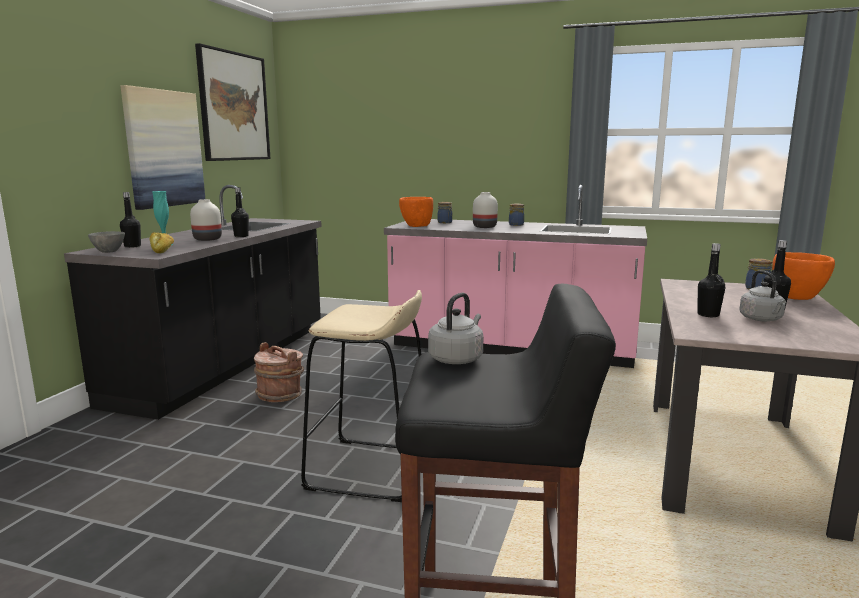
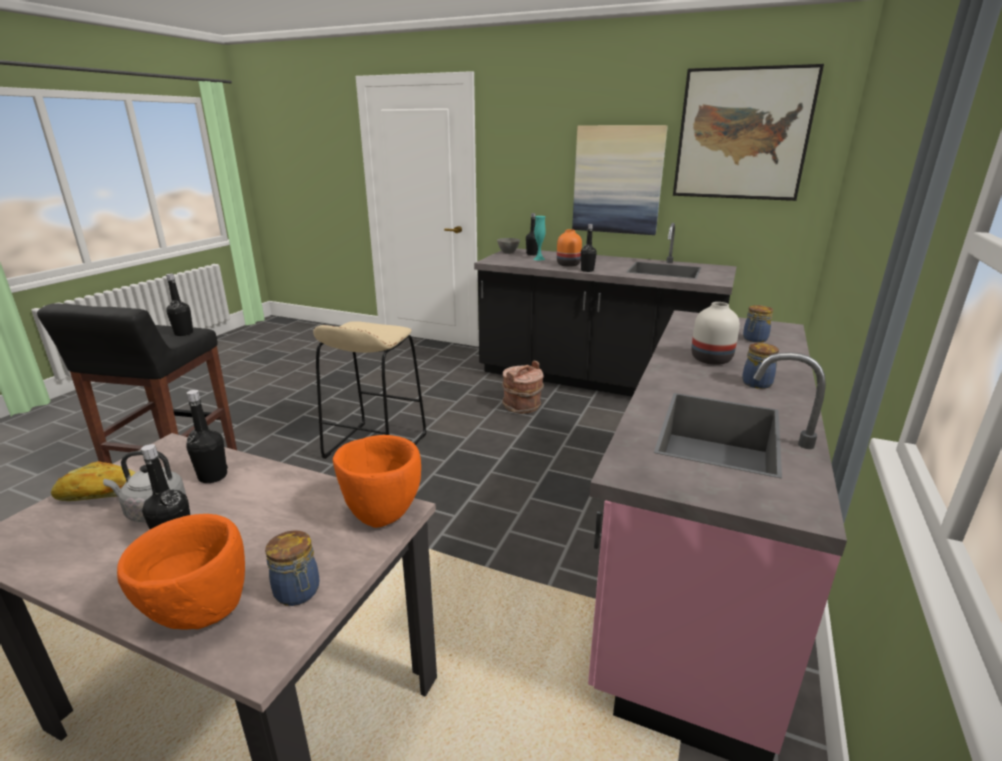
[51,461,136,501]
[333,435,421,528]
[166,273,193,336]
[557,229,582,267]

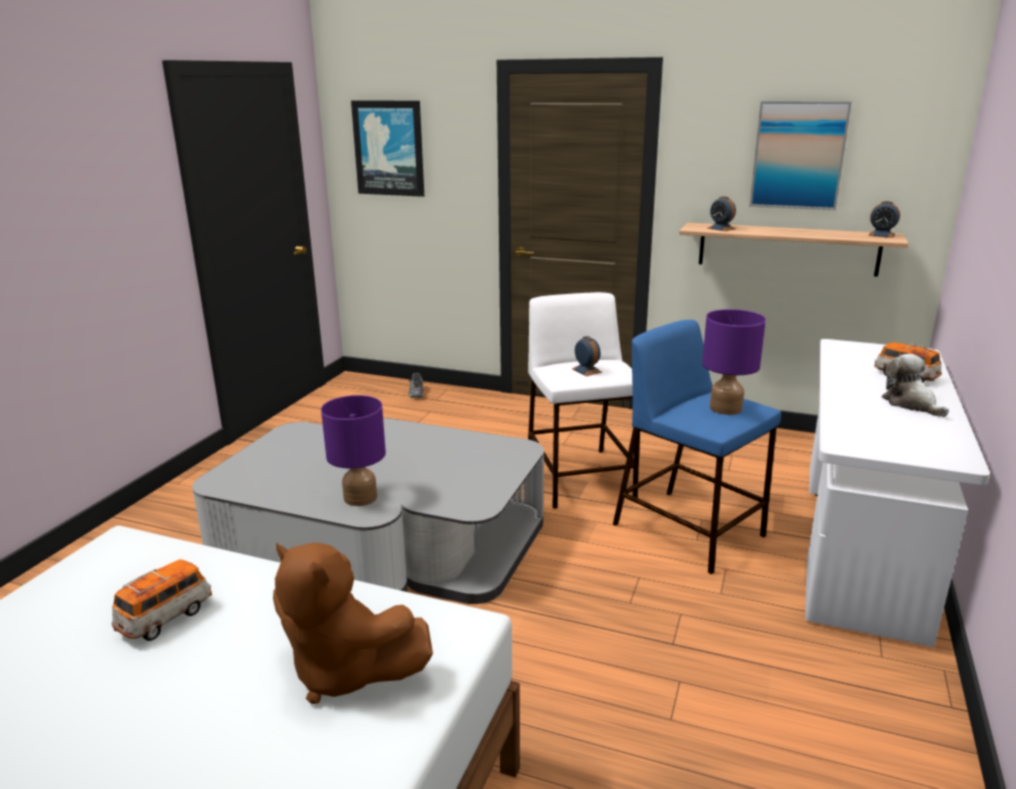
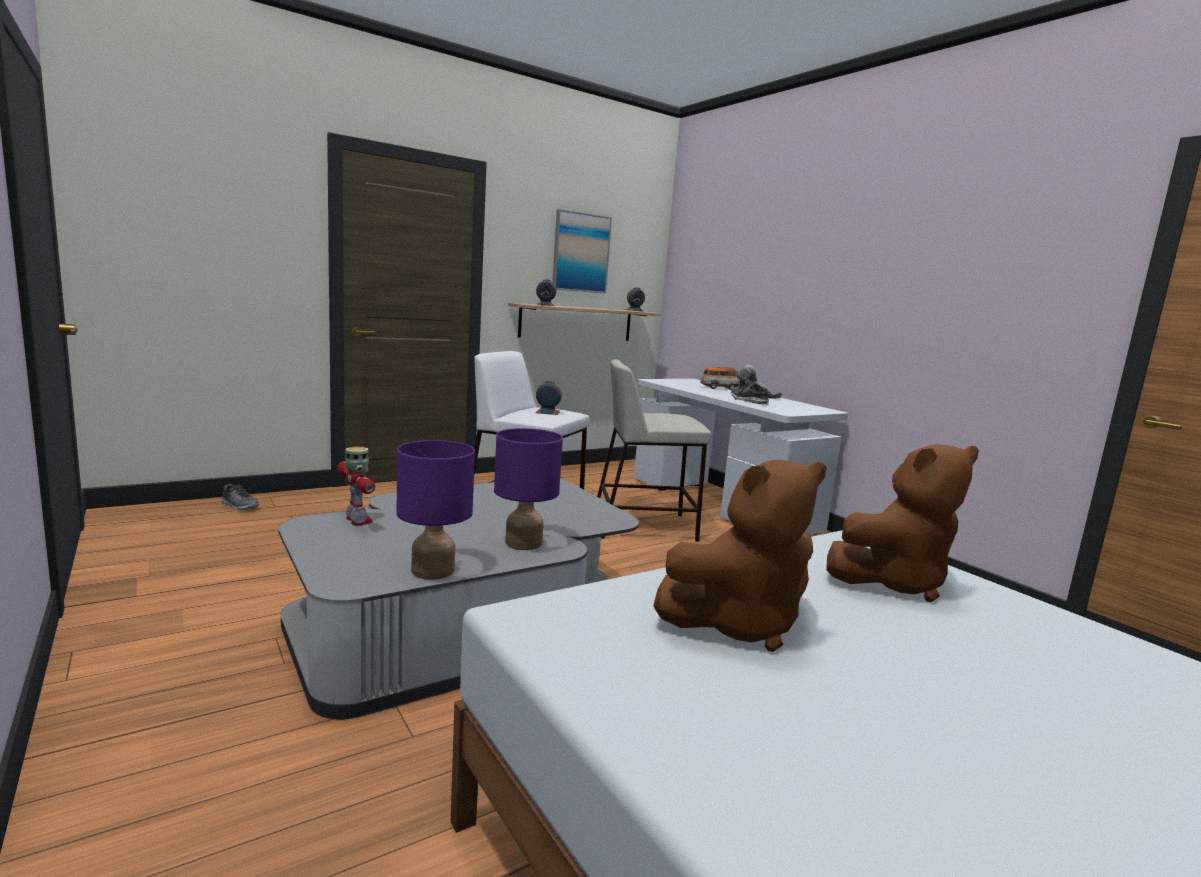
[351,101,424,197] (first image)
[337,447,375,525]
[731,383,769,405]
[396,440,475,580]
[653,460,826,652]
[597,359,711,541]

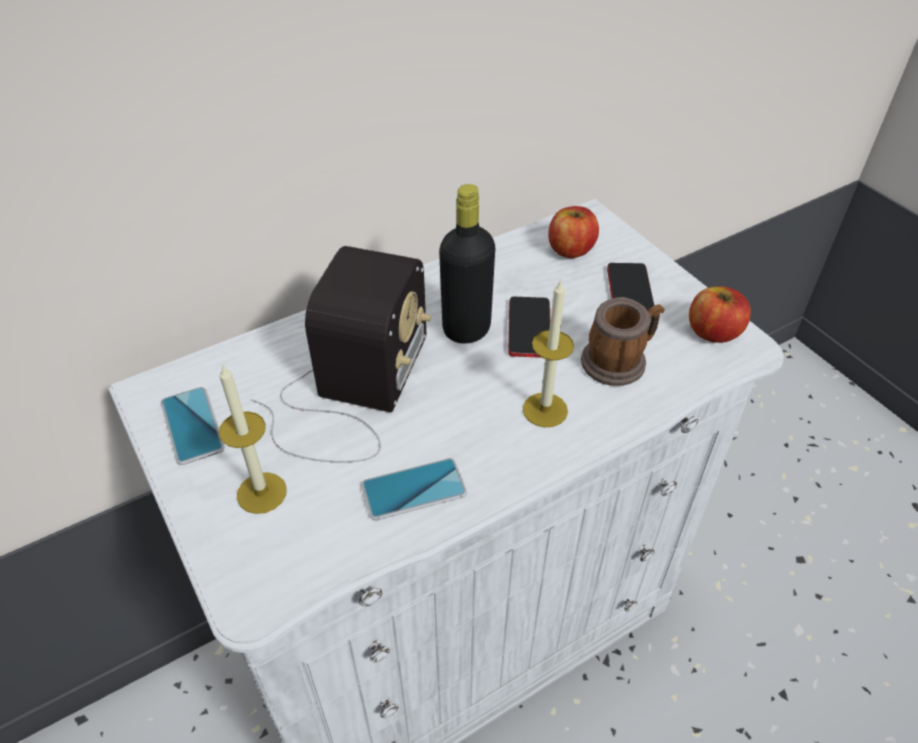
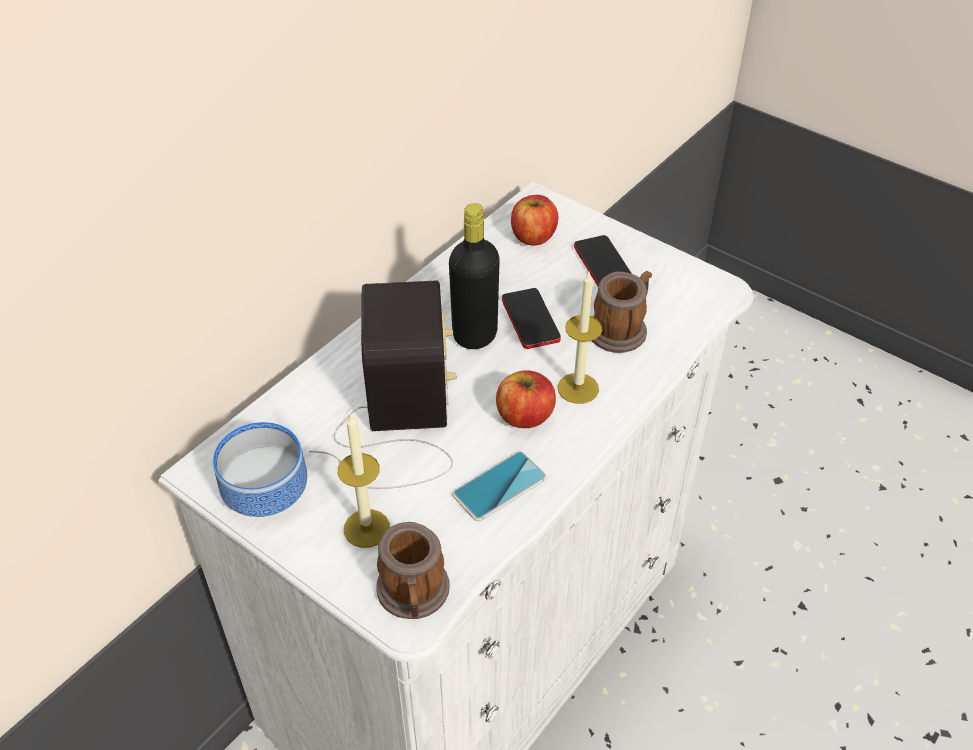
[376,522,450,619]
[496,370,556,428]
[213,422,307,517]

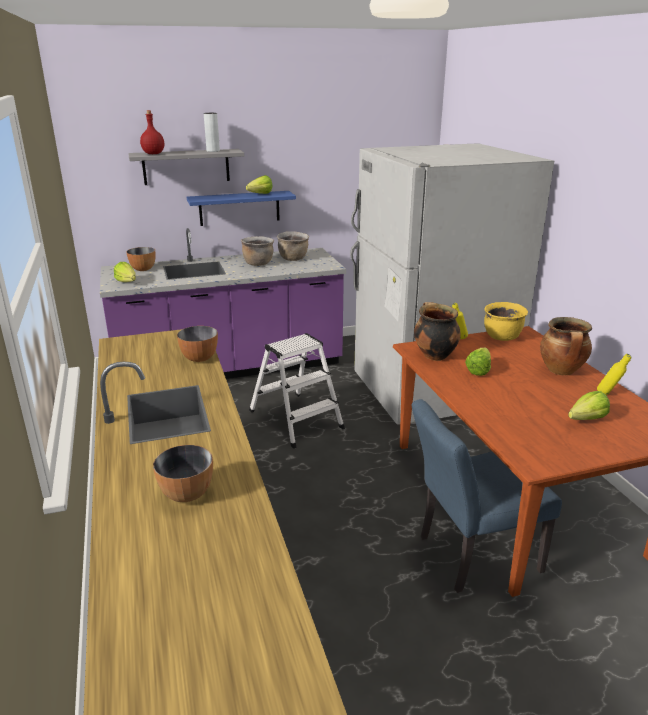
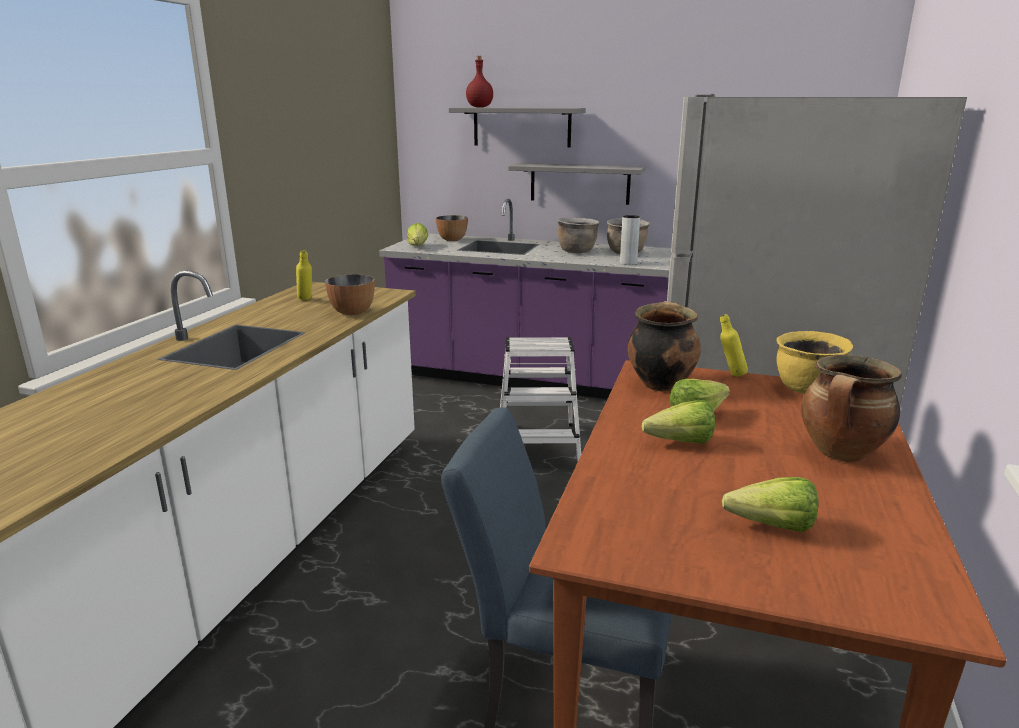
[153,445,213,502] (first image)
[620,215,640,265]
[642,400,715,444]
[296,250,312,300]
[508,163,646,205]

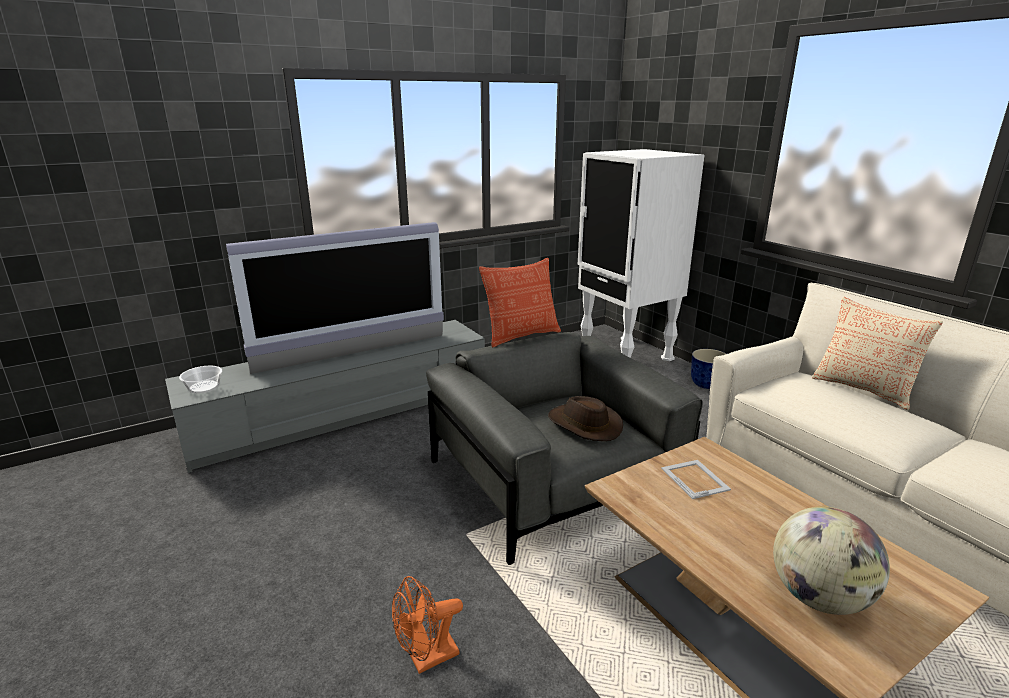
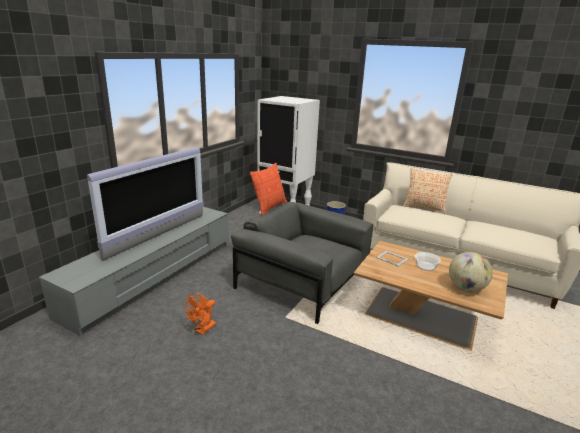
[548,396,623,441] (first image)
[415,252,441,271]
[185,292,216,335]

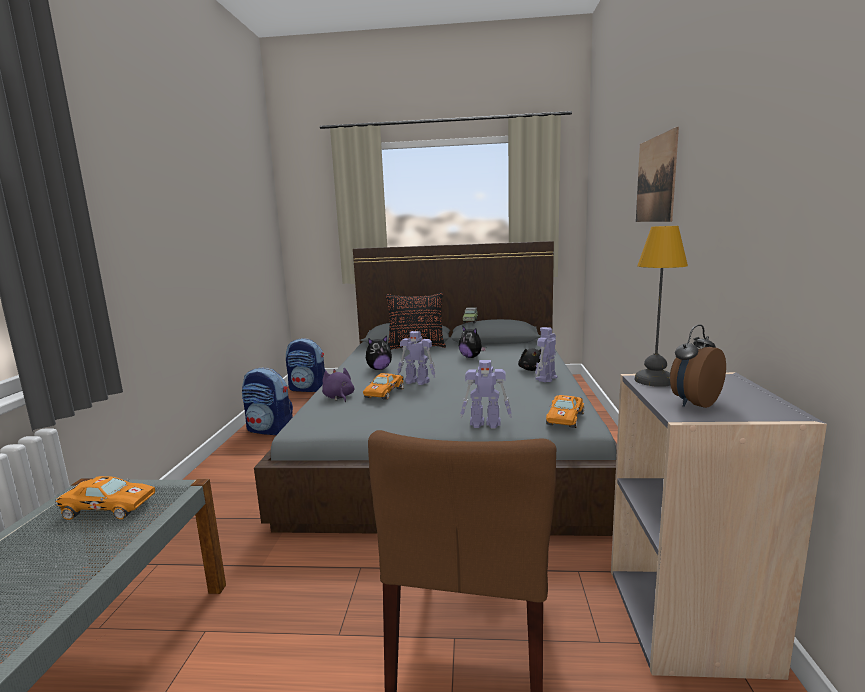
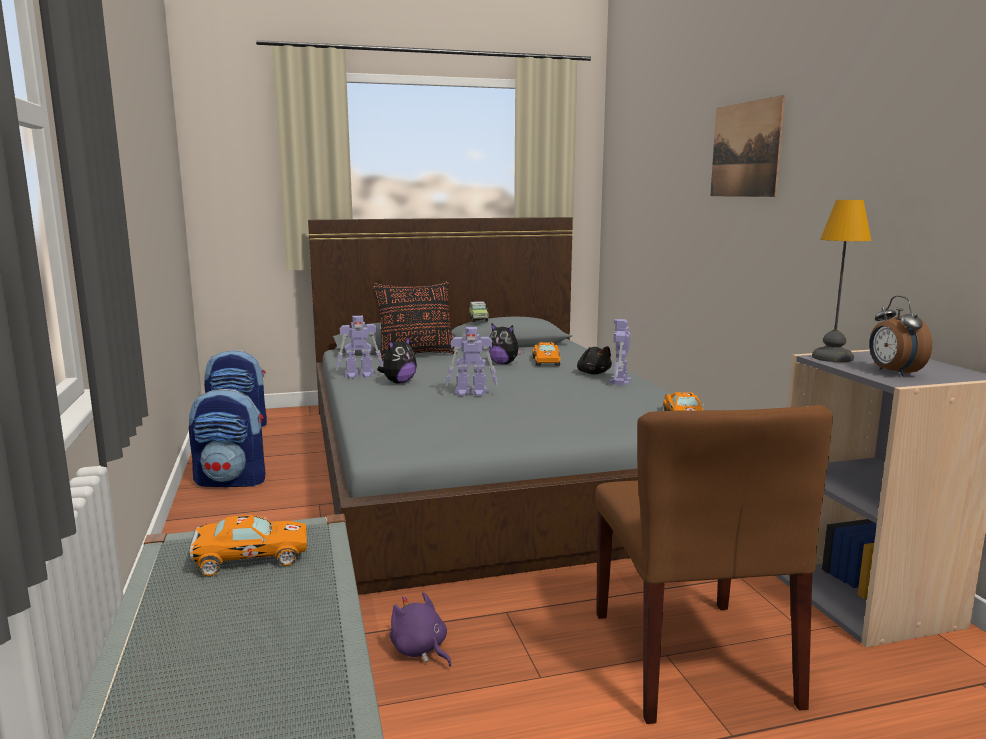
[390,592,451,666]
[532,342,560,366]
[336,316,383,379]
[869,296,932,377]

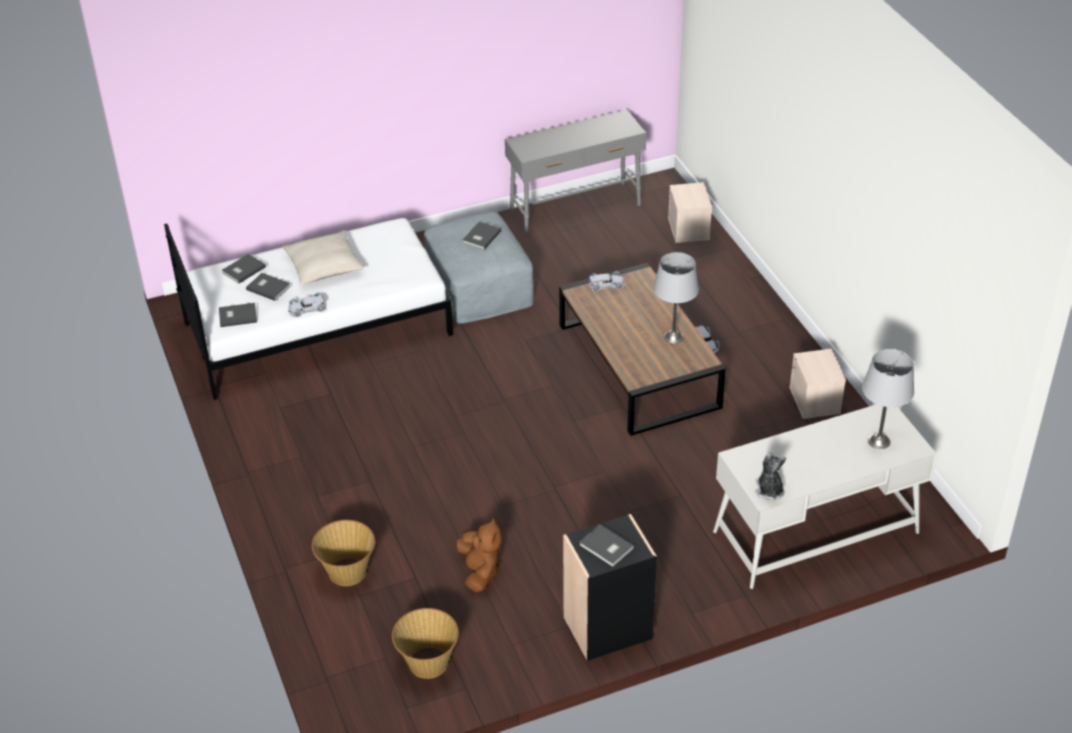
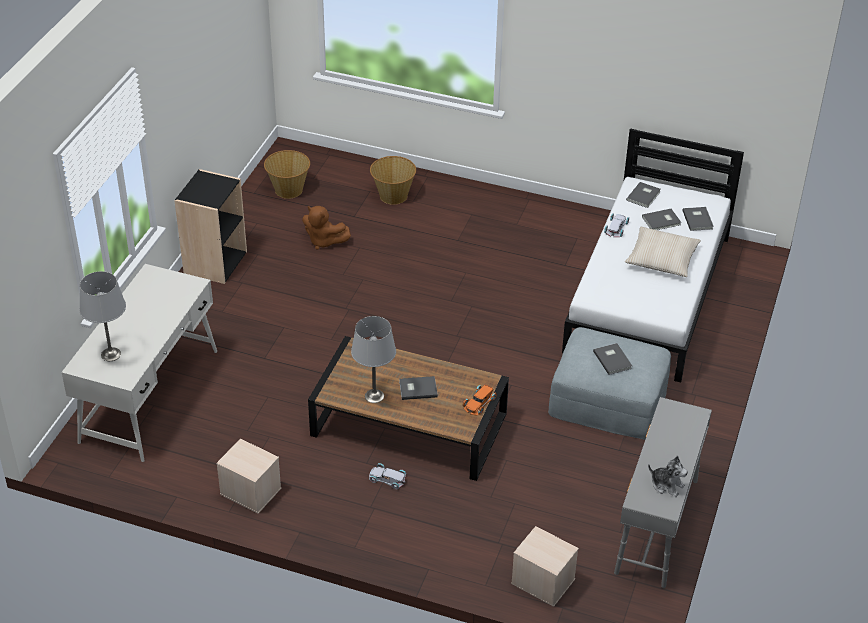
[399,376,438,400]
[648,456,688,497]
[463,384,497,416]

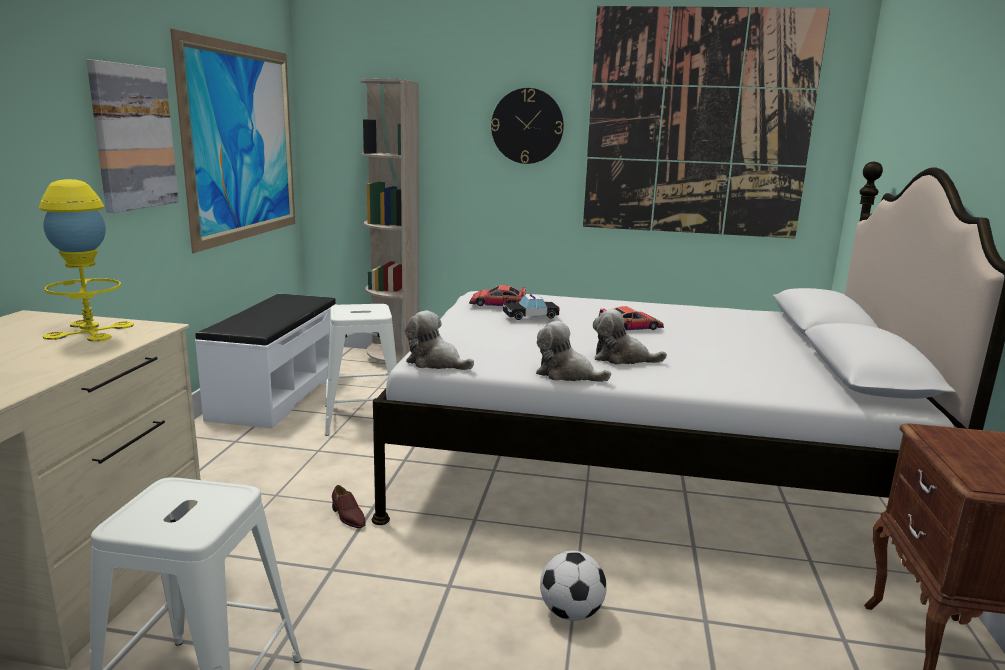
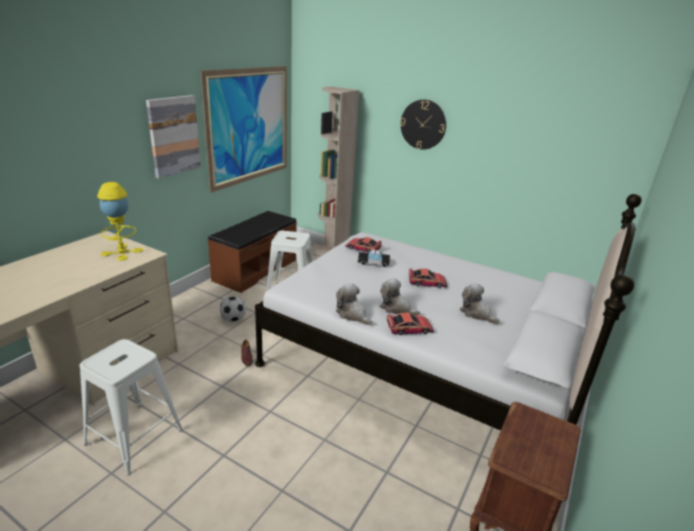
[583,6,830,238] (first image)
[387,312,434,335]
[459,283,500,324]
[220,296,246,322]
[208,211,297,293]

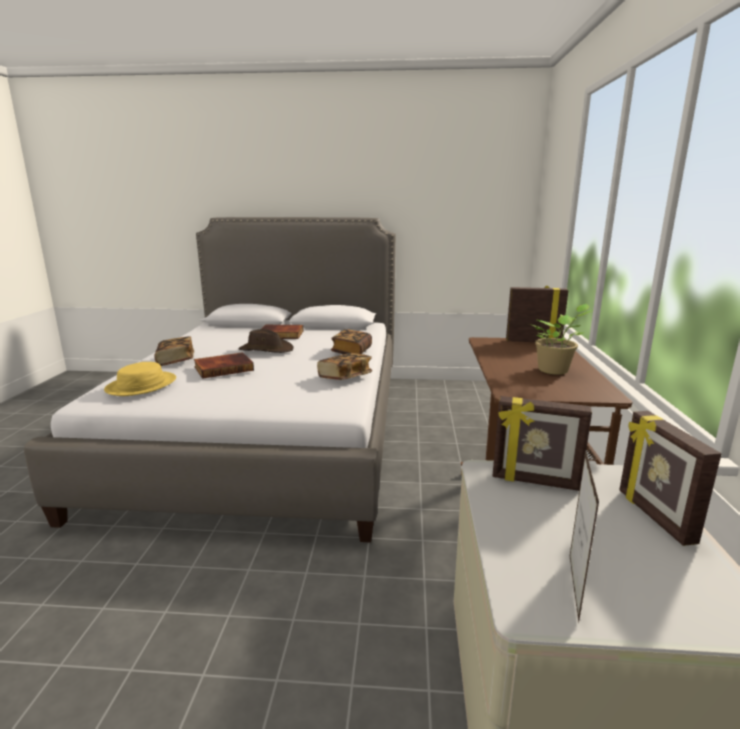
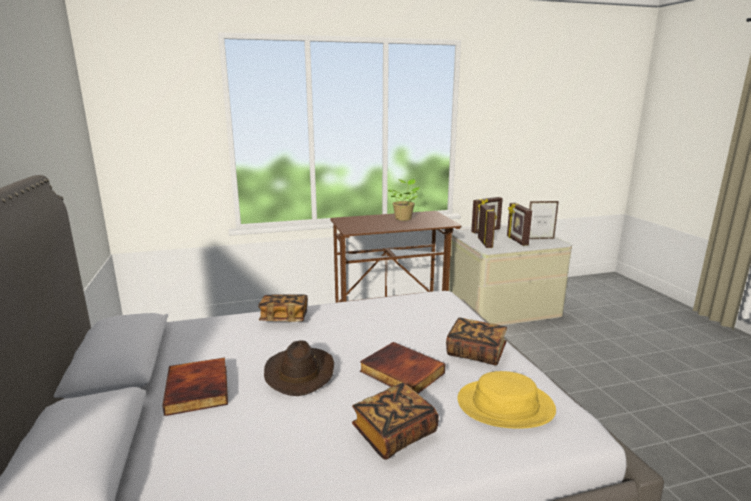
[446,317,507,365]
[507,203,532,246]

